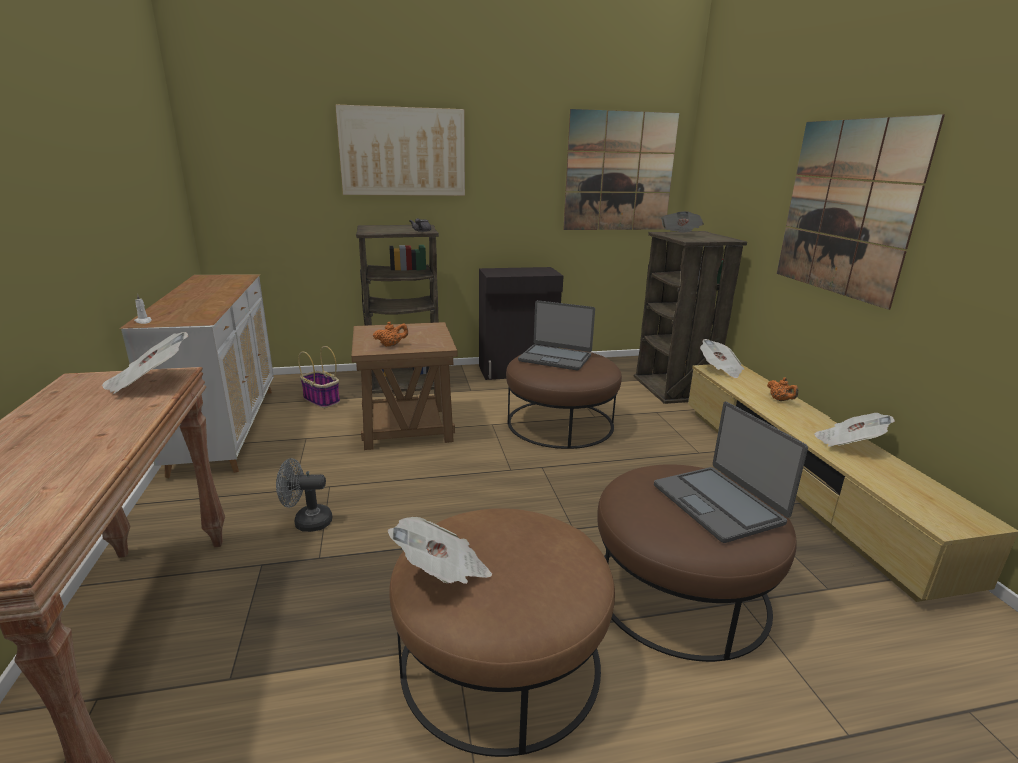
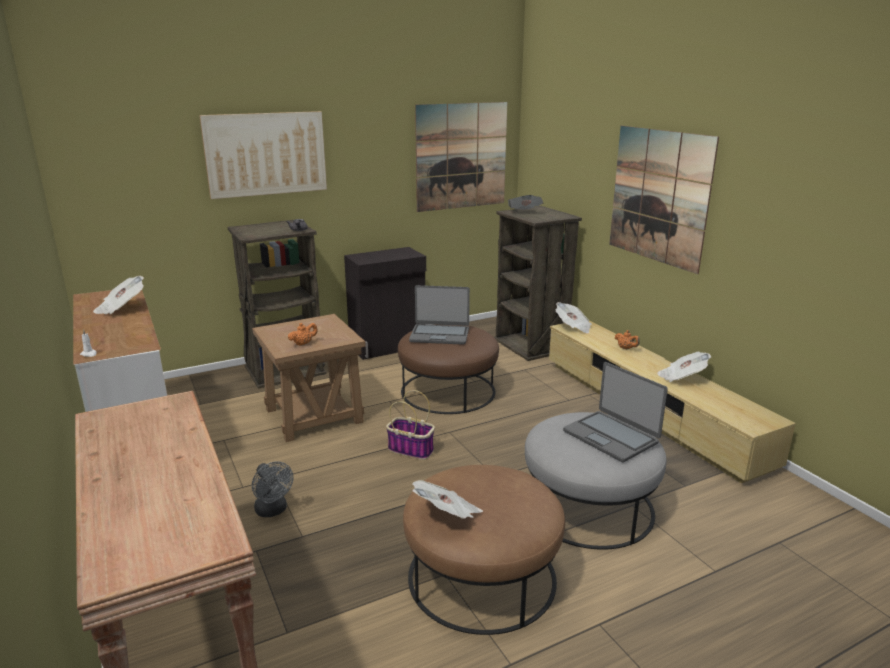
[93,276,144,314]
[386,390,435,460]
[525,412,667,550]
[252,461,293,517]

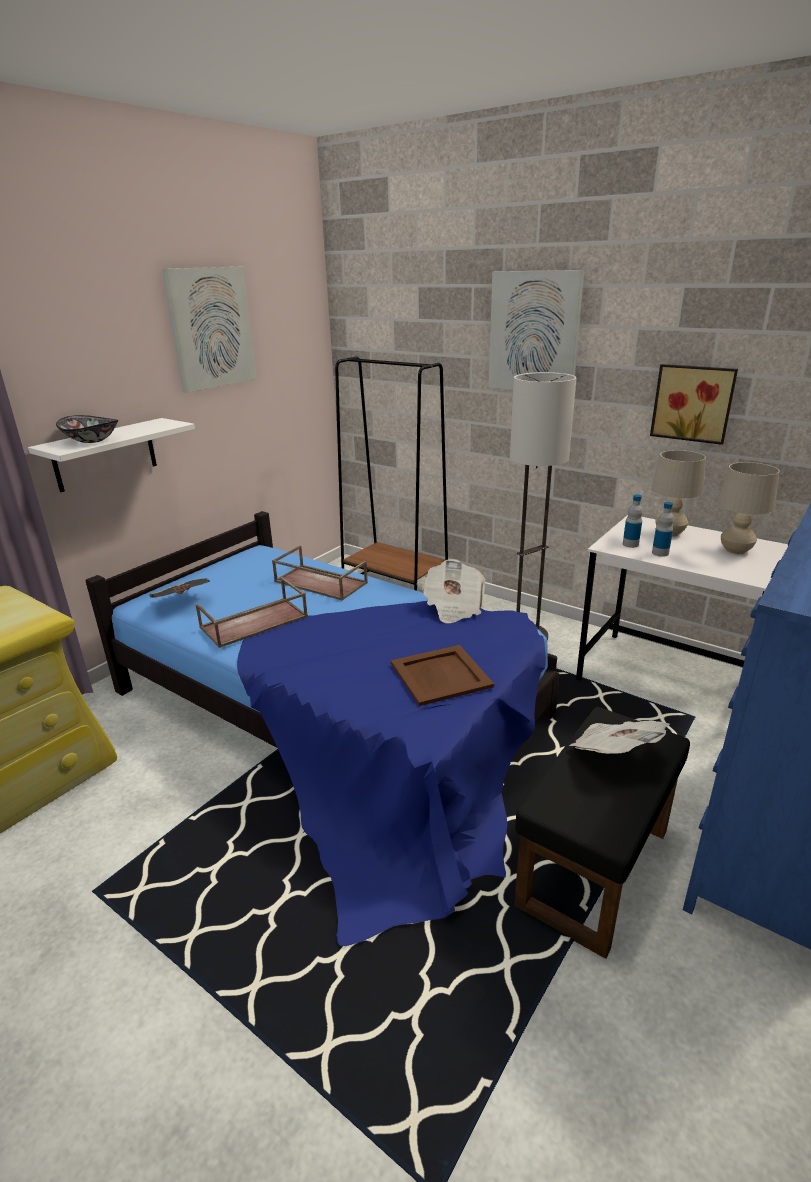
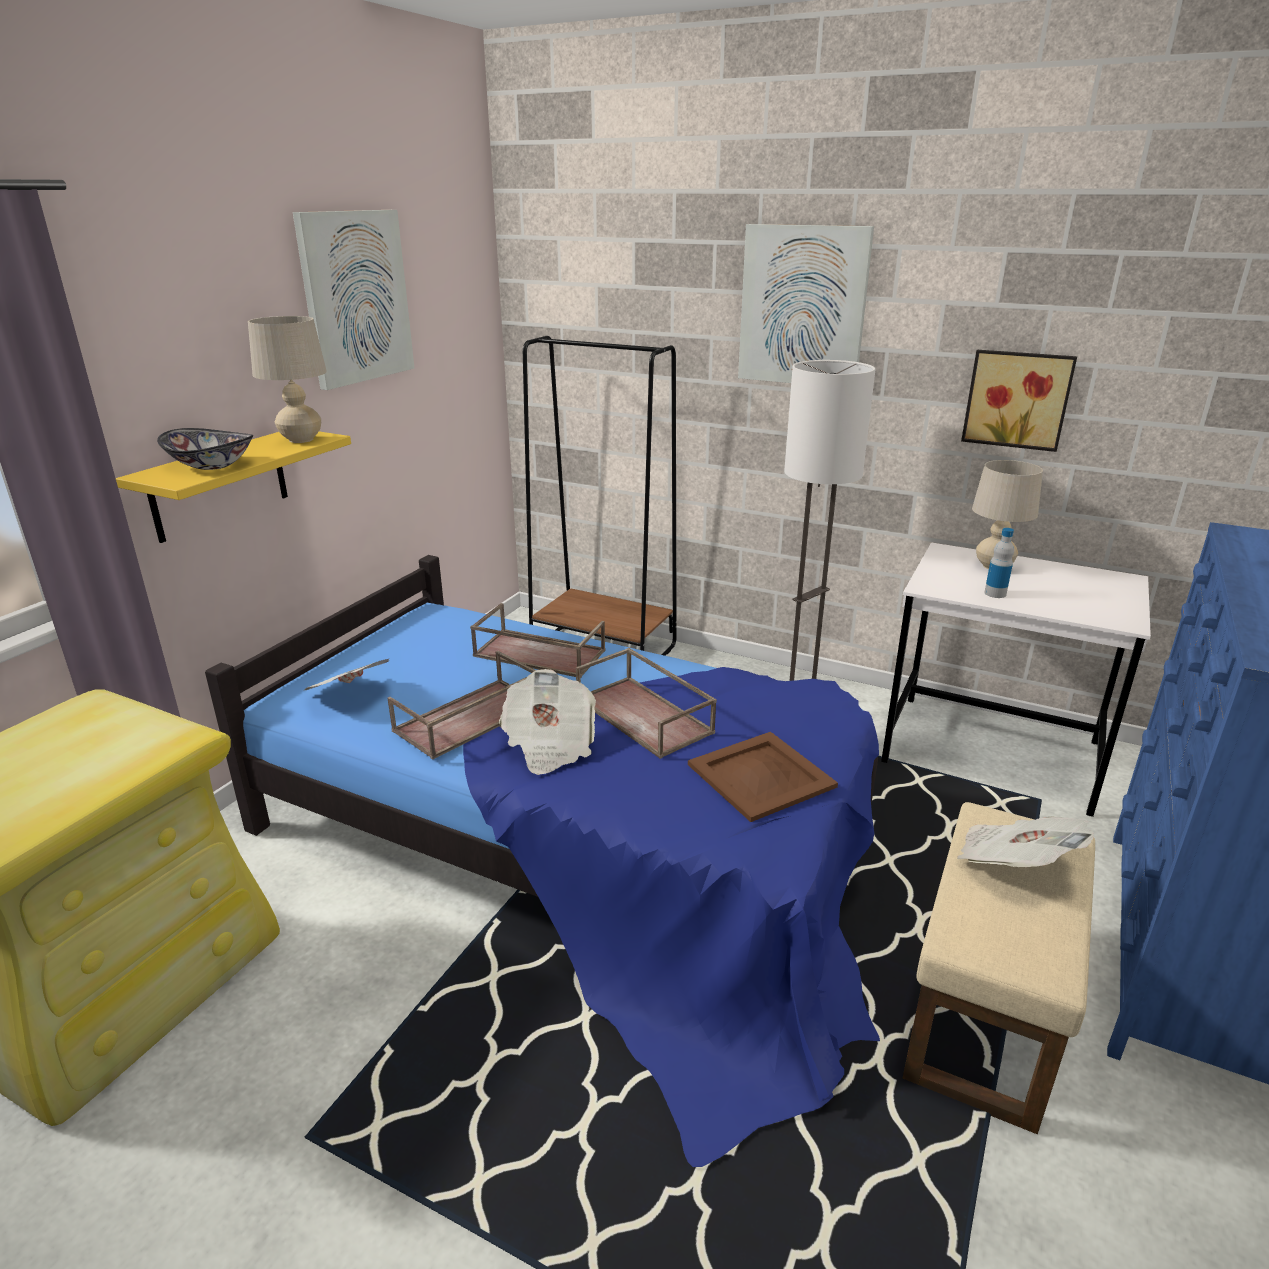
[623,494,643,548] (first image)
[576,648,717,759]
[499,669,596,775]
[248,316,327,443]
[116,432,351,543]
[903,802,1095,1134]

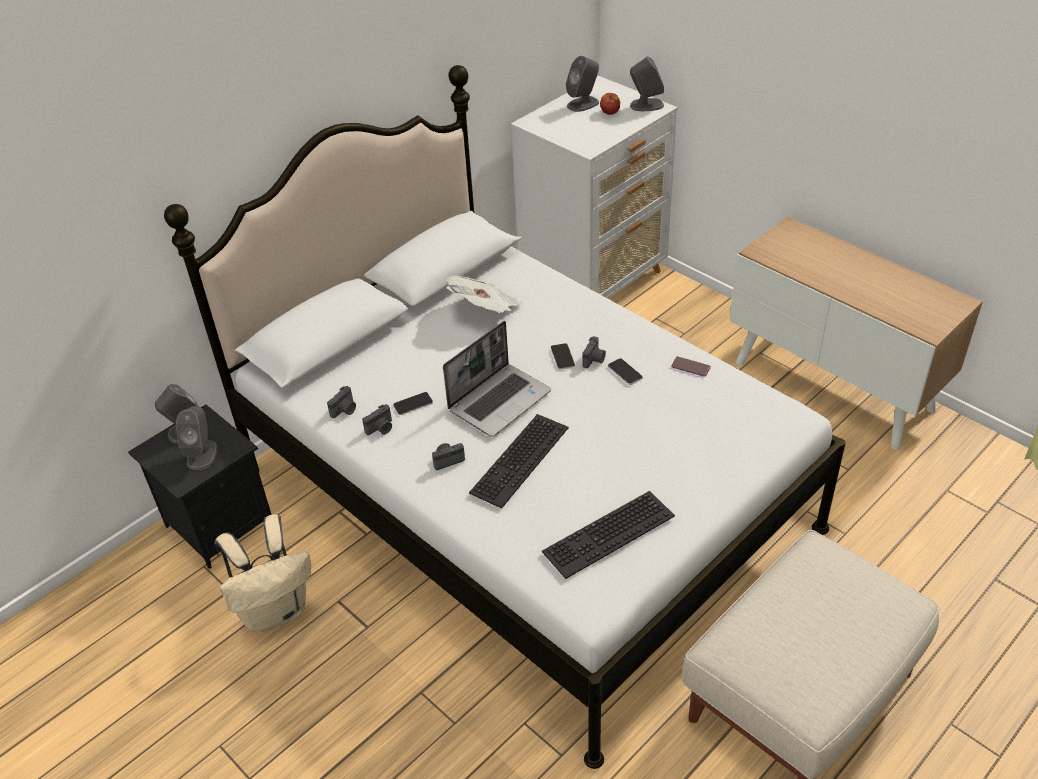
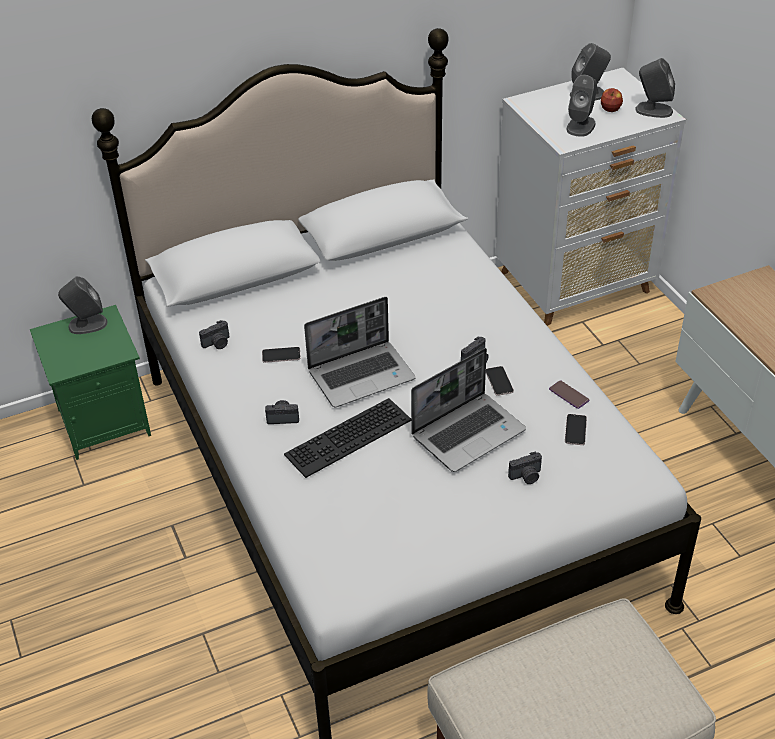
[214,515,311,632] (first image)
[446,275,522,313] (first image)
[542,491,675,579] (first image)
[411,348,526,472]
[567,75,597,137]
[508,452,542,484]
[565,414,587,445]
[30,305,151,460]

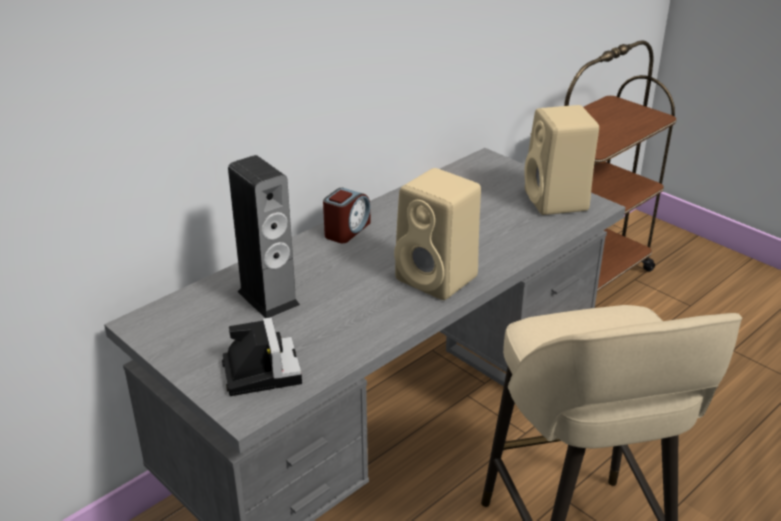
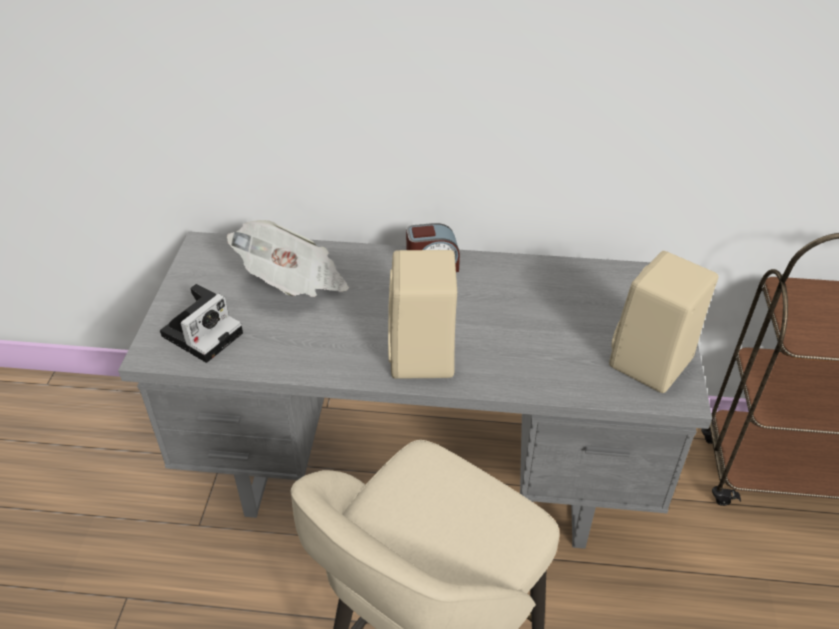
[227,220,349,297]

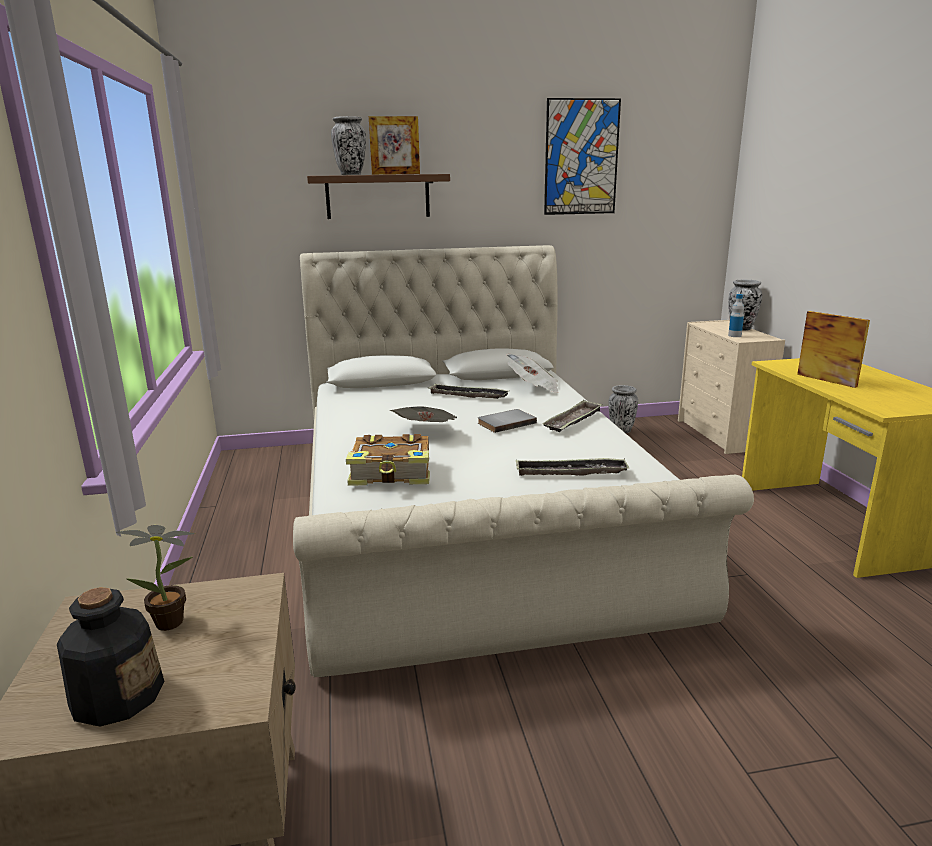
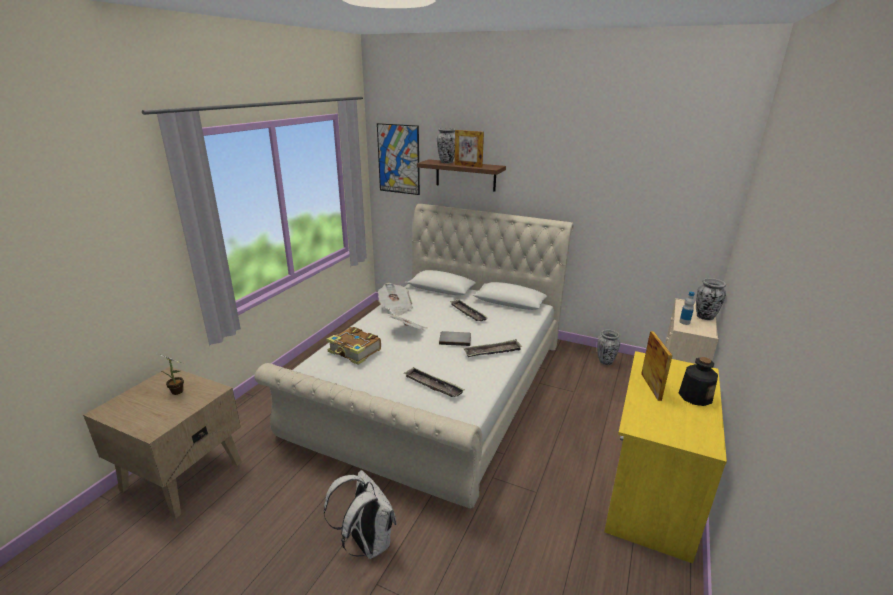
[324,470,397,559]
[678,357,718,406]
[378,283,413,316]
[377,123,420,195]

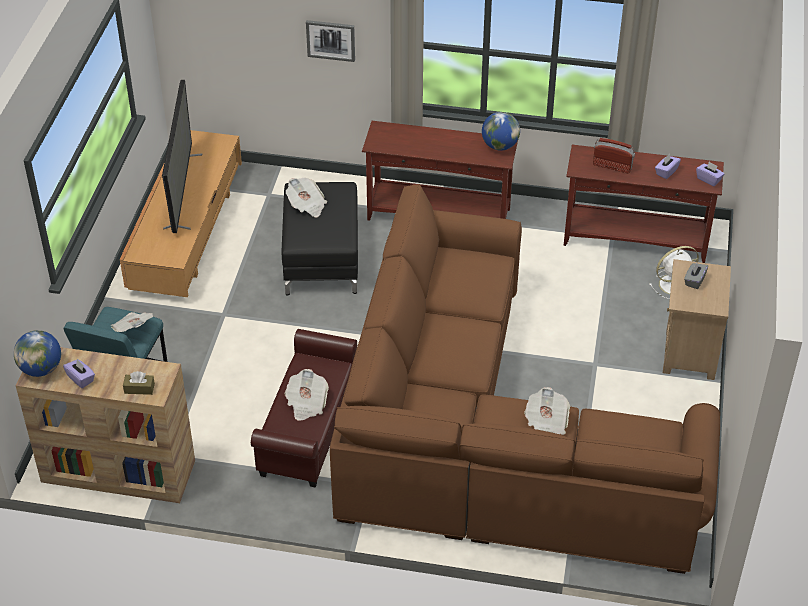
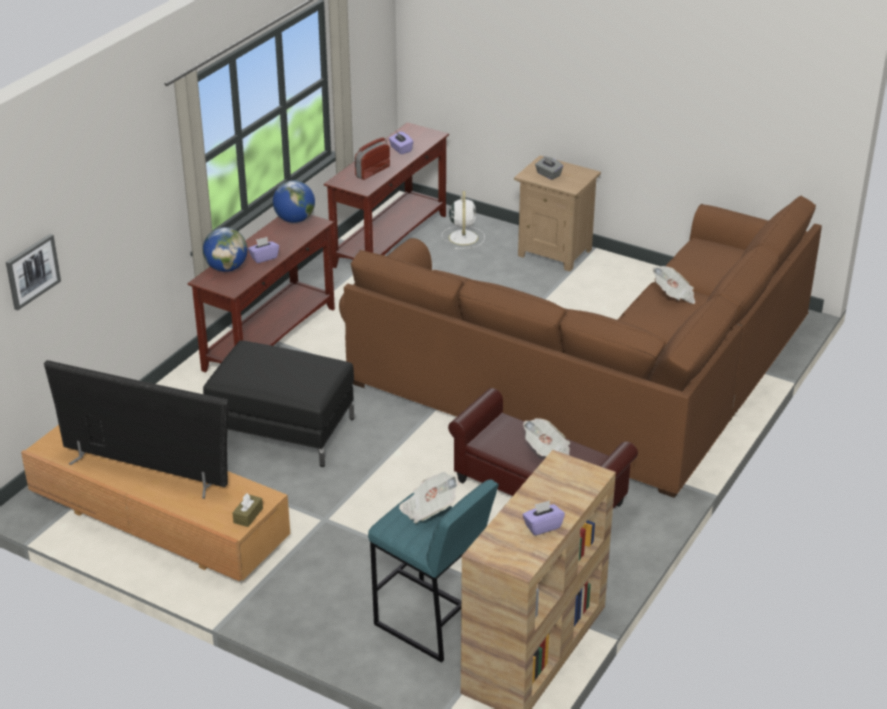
[286,178,327,218] (first image)
[203,227,247,272]
[233,493,263,527]
[6,234,61,311]
[248,237,279,263]

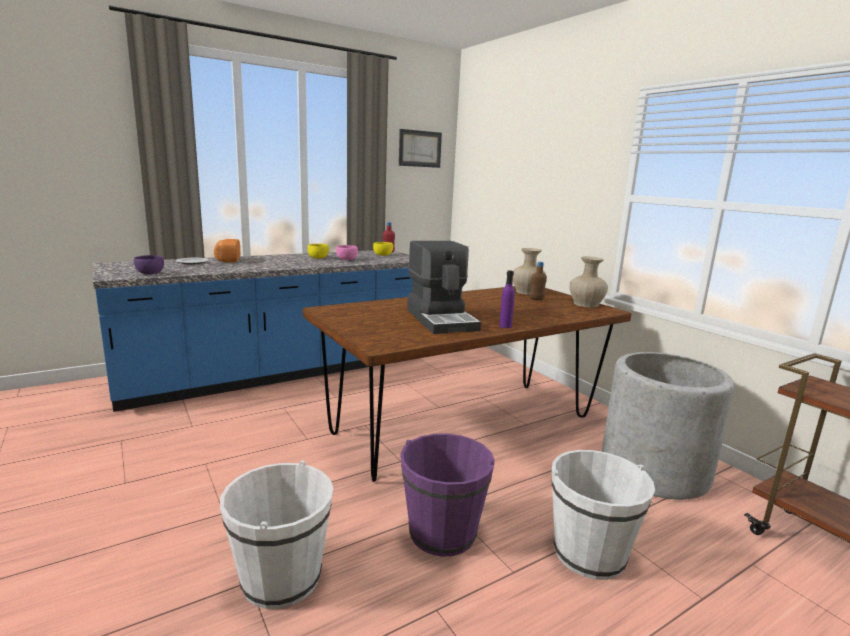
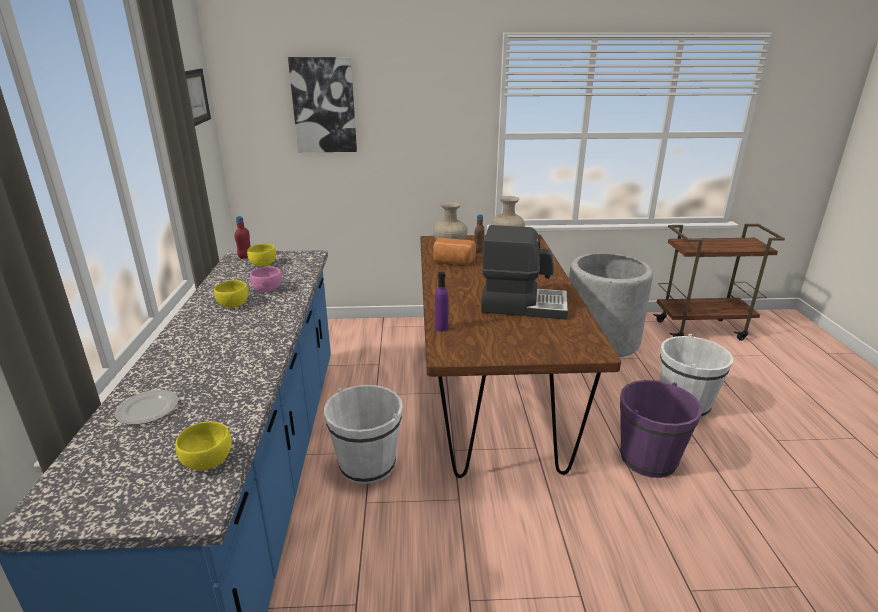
[288,57,357,152]
[433,238,476,265]
[324,385,403,484]
[435,272,448,331]
[175,421,232,470]

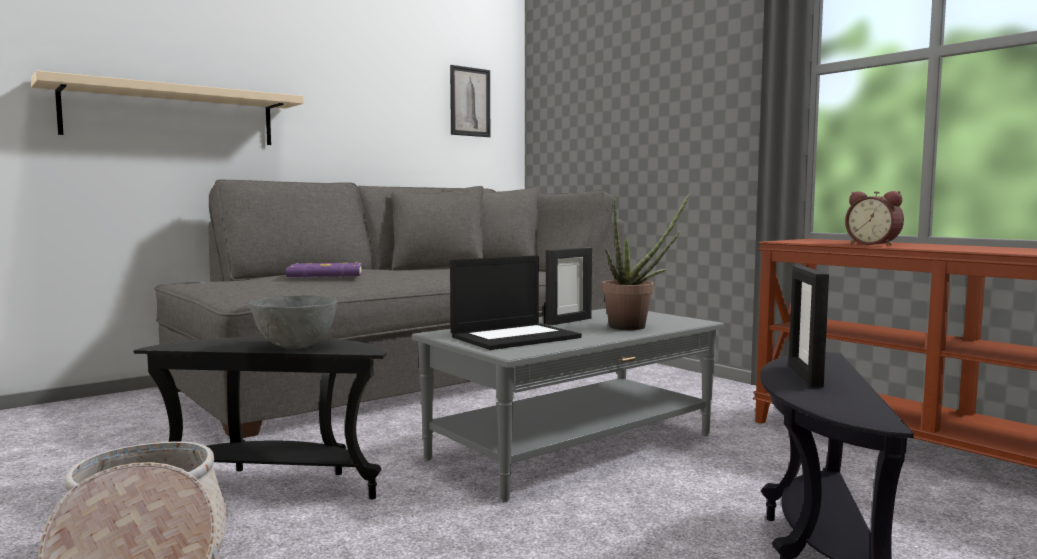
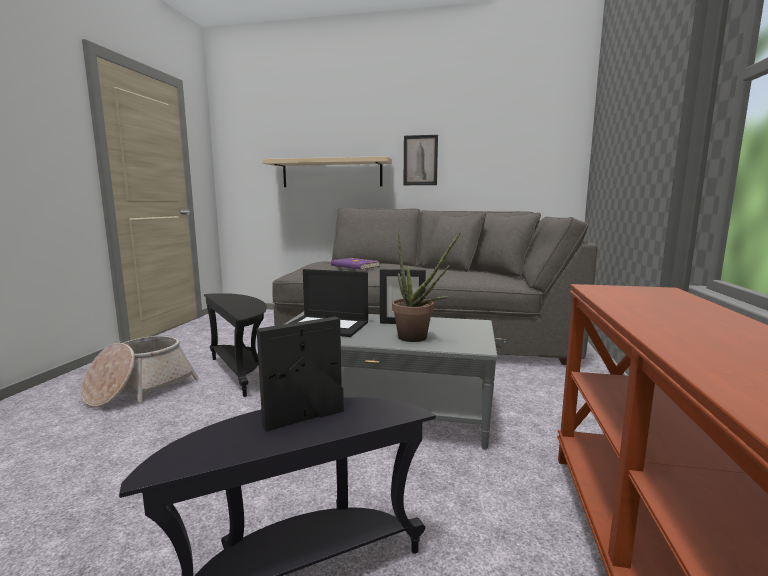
[249,295,338,349] (first image)
[845,191,904,246] (first image)
[403,135,438,185]

